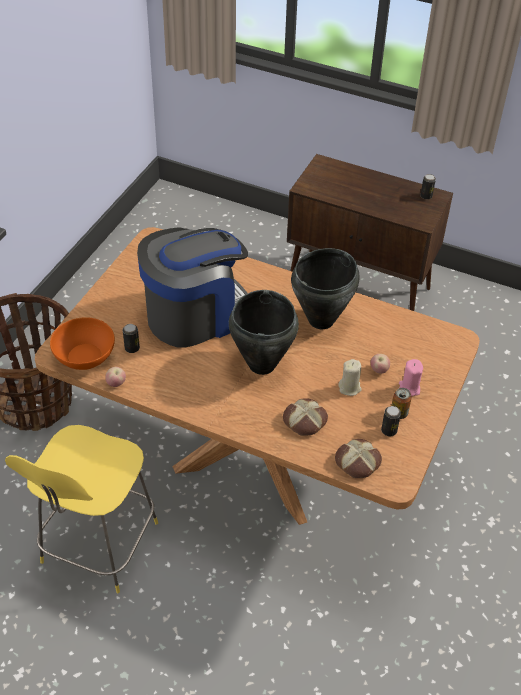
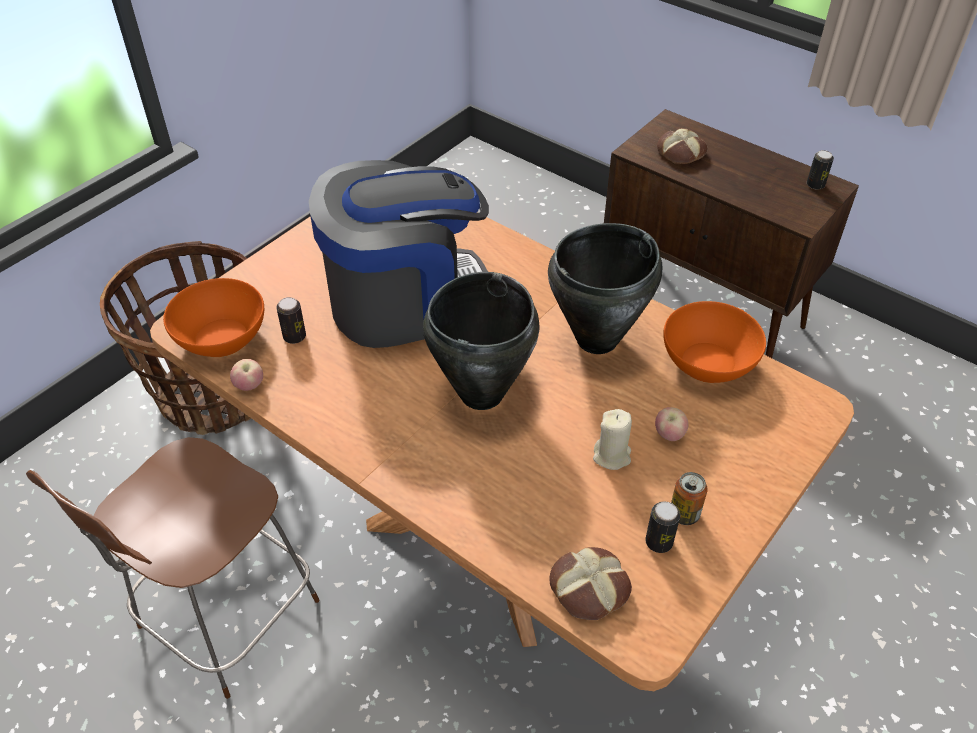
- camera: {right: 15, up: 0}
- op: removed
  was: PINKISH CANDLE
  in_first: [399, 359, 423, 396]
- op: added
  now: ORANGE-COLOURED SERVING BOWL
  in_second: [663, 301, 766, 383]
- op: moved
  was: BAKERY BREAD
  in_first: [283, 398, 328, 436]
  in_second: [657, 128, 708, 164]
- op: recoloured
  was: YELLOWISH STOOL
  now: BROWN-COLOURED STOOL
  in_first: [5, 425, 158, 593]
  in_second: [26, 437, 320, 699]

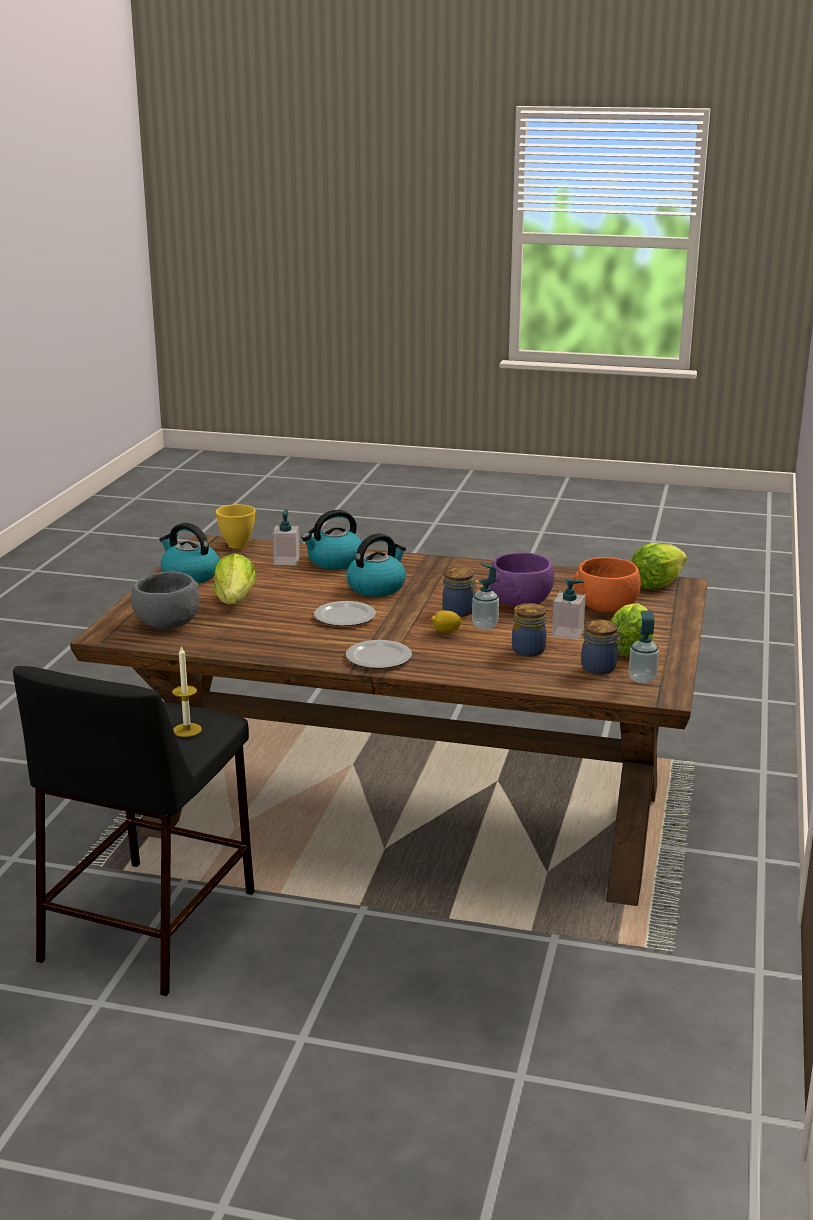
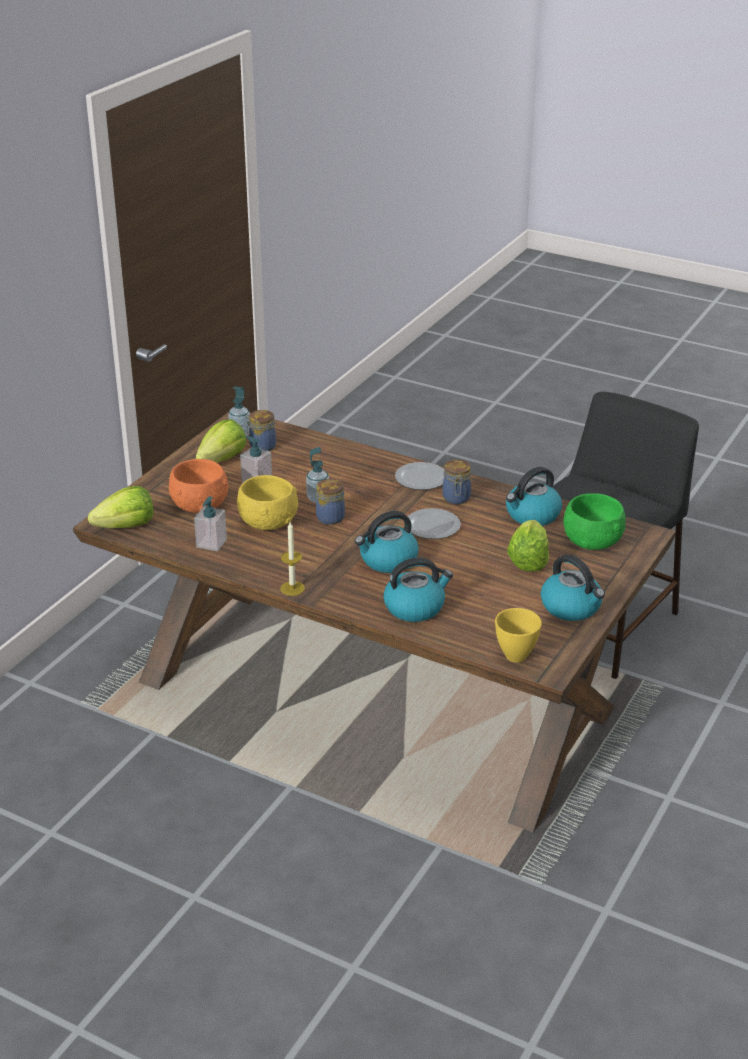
- camera: {right: -165, up: 10}
- op: removed
  was: CITRUS FRUIT
  in_first: [431, 611, 462, 633]
- op: added
  now: WATER KETTLE
  in_second: [506, 467, 562, 526]
- op: moved
  was: CANDLE
  in_first: [172, 645, 202, 737]
  in_second: [280, 522, 305, 596]
- op: moved
  was: LIQUID SOAP BOTTLE
  in_first: [272, 509, 300, 565]
  in_second: [194, 496, 227, 551]
- op: moved
  was: PRESERVE JAR
  in_first: [512, 603, 546, 657]
  in_second: [442, 459, 471, 504]
- op: recoloured
  was: GRAY SERVING BOWL
  now: GREENISH SERVING BOWL
  in_first: [131, 572, 200, 629]
  in_second: [563, 493, 626, 550]
- op: recoloured
  was: PURPLISH SERVING BOWL
  now: YELLOWISH SERVING BOWL
  in_first: [488, 552, 555, 607]
  in_second: [237, 475, 298, 530]

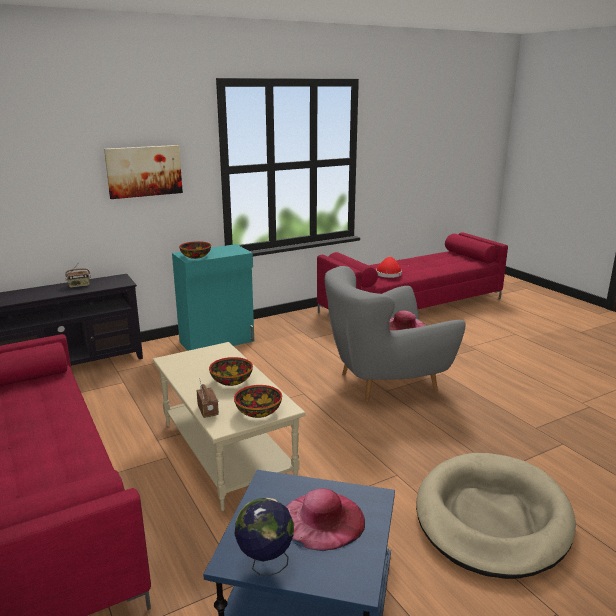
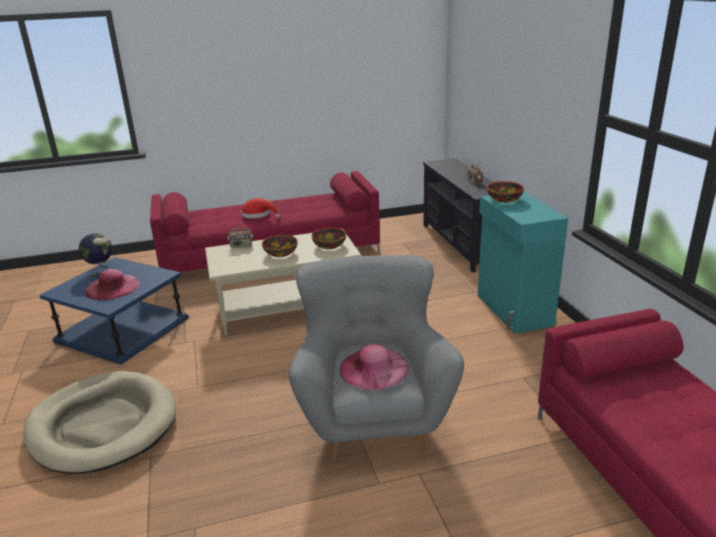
- camera: {right: 105, up: 5}
- op: removed
  was: WALL ART
  in_first: [104, 145, 183, 199]
- op: moved
  was: SERVING BOWL
  in_first: [234, 385, 282, 418]
  in_second: [311, 228, 346, 249]
- op: moved
  was: REDDISH CLOTHING HAT
  in_first: [376, 257, 402, 278]
  in_second: [241, 198, 280, 219]

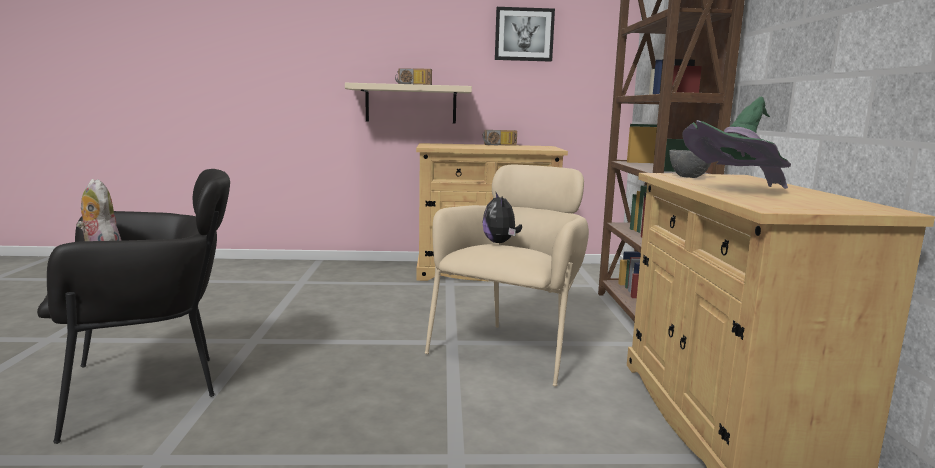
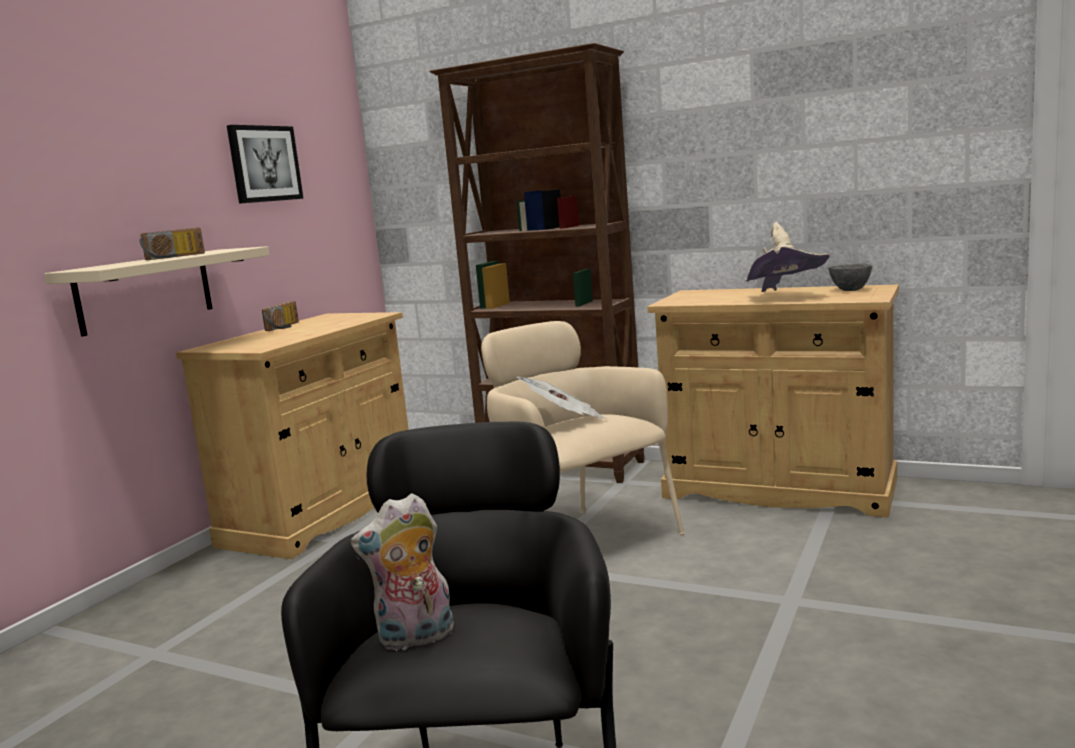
- camera: {right: -60, up: 0}
- op: moved
  was: GRAY SERVING BOWL
  in_first: [669, 150, 711, 178]
  in_second: [828, 263, 872, 291]
- op: replaced
  was: PLUSH TOY
  now: PRINTED PAPER
  in_first: [482, 193, 522, 243]
  in_second: [517, 377, 607, 419]
- op: recoloured
  was: GREENISH CLOTHING HAT
  now: BEIGE-COLOURED CLOTHING HAT
  in_first: [682, 96, 791, 189]
  in_second: [744, 222, 830, 292]

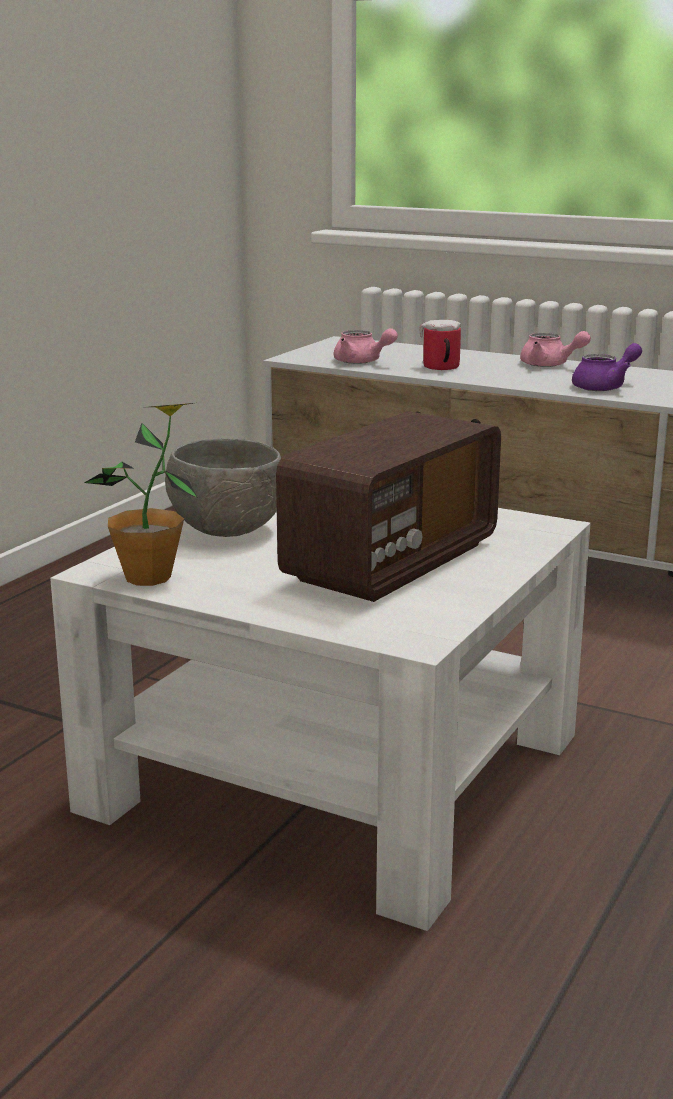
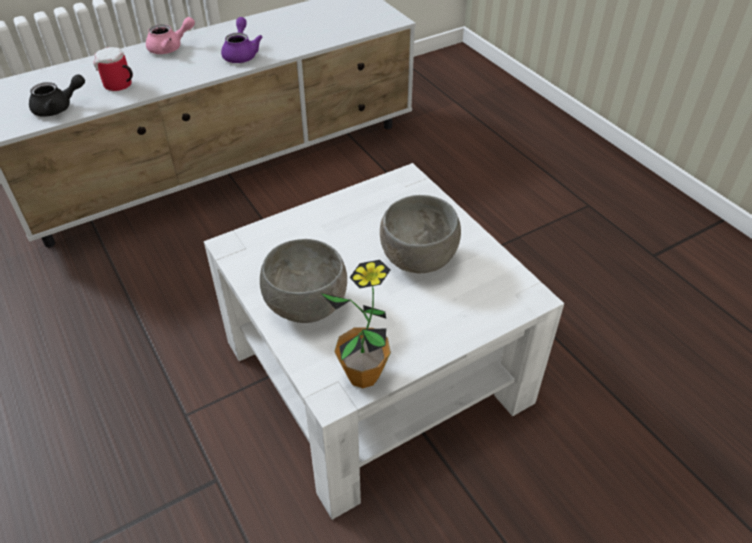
- camera: {right: -60, up: 25}
- op: replaced
  was: RADIO RECEIVER
  now: GRAY SERVING BOWL
  in_first: [276, 411, 501, 602]
  in_second: [380, 195, 461, 273]
- op: recoloured
  was: PINKISH TEA POT
  now: BLACK-COLOURED TEA POT
  in_first: [334, 328, 398, 364]
  in_second: [29, 74, 85, 116]

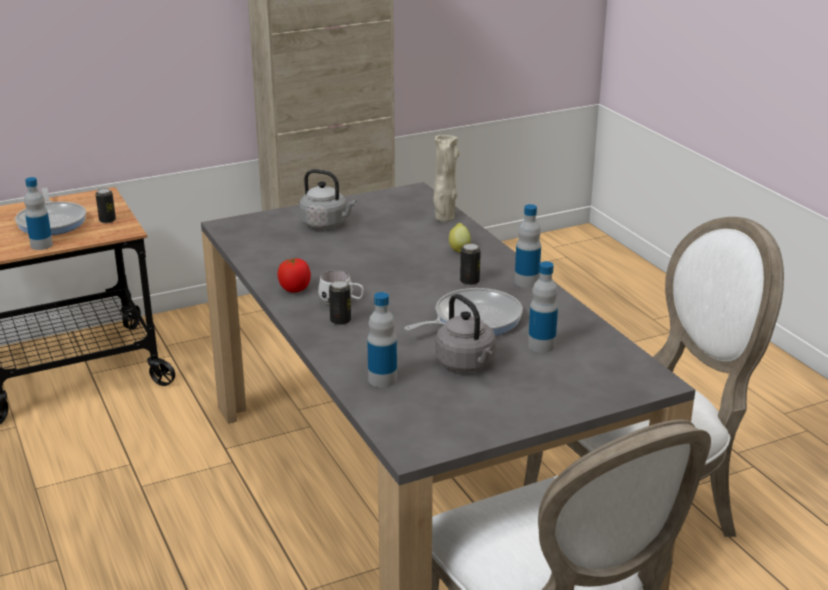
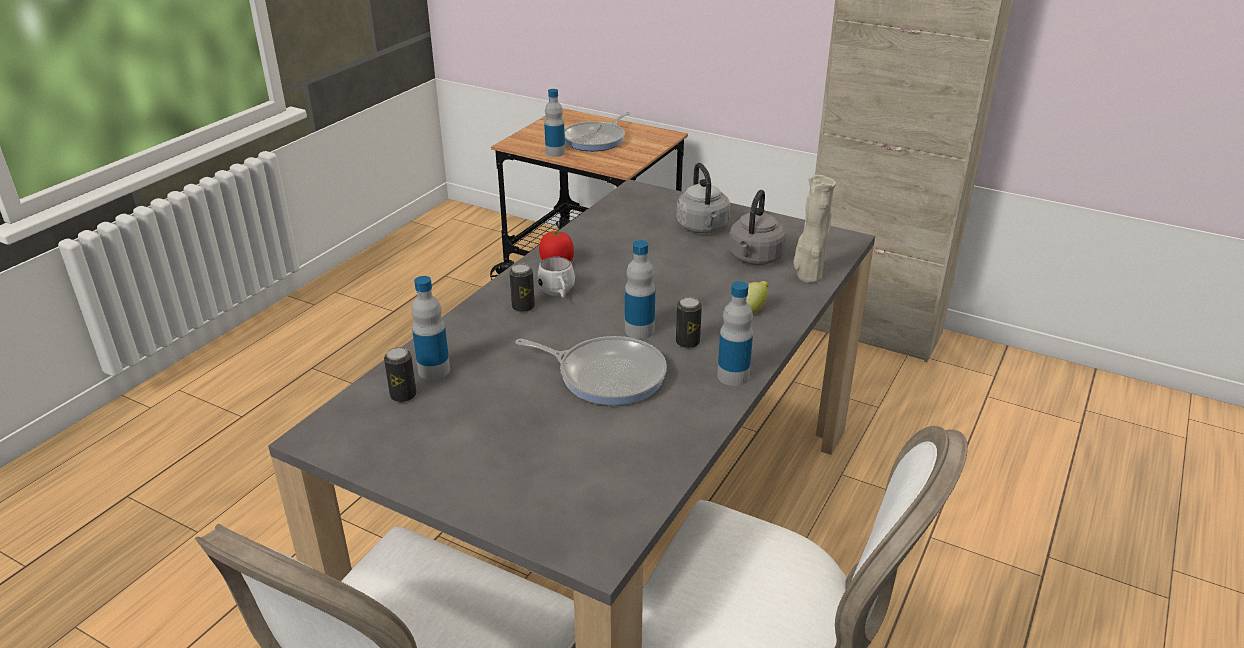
- camera: {right: 55, up: 5}
- op: moved
  was: METAL CAN
  in_first: [96, 188, 116, 223]
  in_second: [384, 347, 417, 402]
- op: moved
  was: GRAY WATER KETTLE
  in_first: [436, 294, 496, 372]
  in_second: [729, 190, 786, 265]
- op: moved
  was: BOTTLE
  in_first: [528, 261, 558, 353]
  in_second: [625, 240, 655, 339]

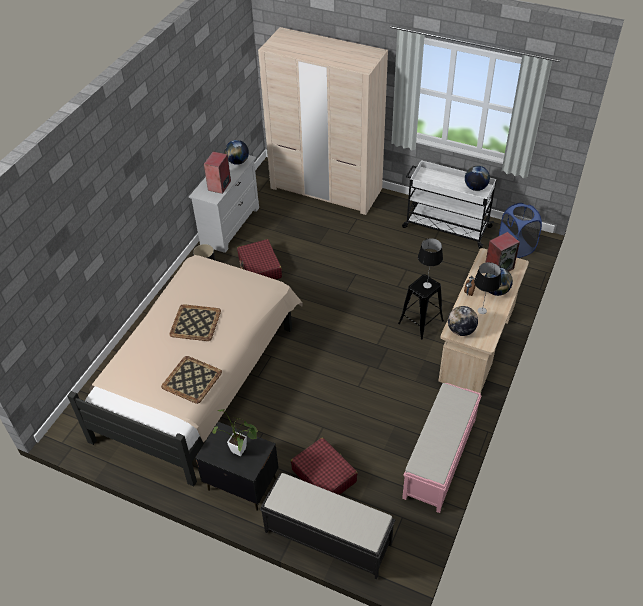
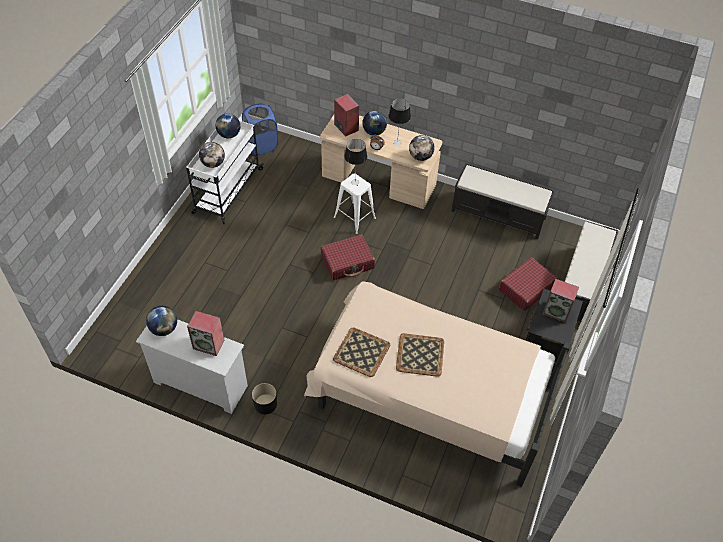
- camera: {right: -95, up: 5}
- op: removed
  was: BEIGE-COLOURED CLOTHES CUPBOARD
  in_first: [258, 27, 388, 215]
- op: added
  now: WORLD GLOBE
  in_second: [199, 142, 225, 168]
- op: moved
  was: CARRYING TRAY
  in_first: [161, 356, 222, 404]
  in_second: [333, 327, 390, 377]
- op: moved
  was: REDDISH PIECE OF LUGGAGE
  in_first: [237, 239, 282, 280]
  in_second: [321, 234, 375, 280]
- op: replaced
  was: POTTED PLANT
  now: LOUDSPEAKER
  in_first: [212, 409, 259, 456]
  in_second: [542, 279, 579, 323]
- op: recoloured
  was: BLACK-COLOURED STOOL
  now: WHITE STOOL
  in_first: [398, 274, 444, 340]
  in_second: [334, 174, 376, 234]
- op: recoloured
  was: PINKISH BENCH
  now: BLACK-COLOURED BENCH
  in_first: [402, 383, 481, 513]
  in_second: [452, 164, 554, 239]

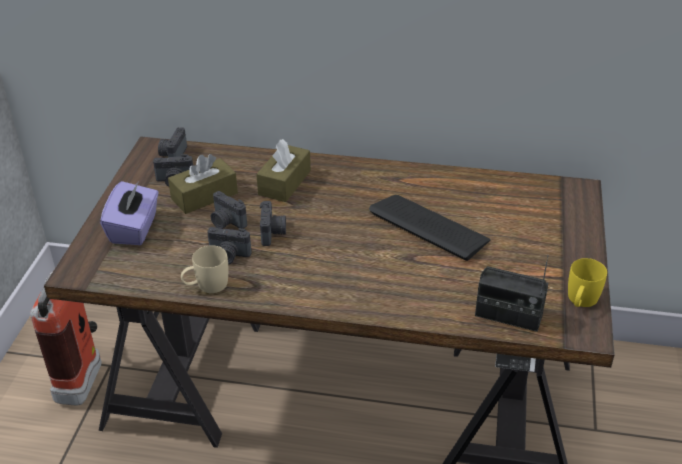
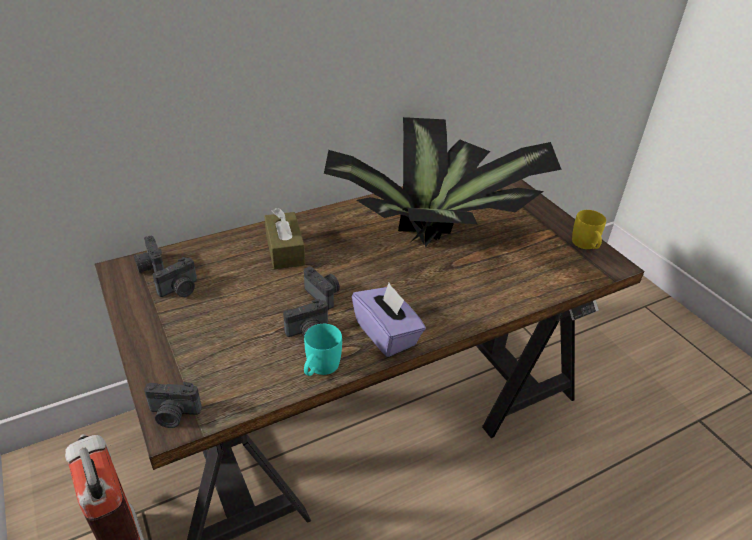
- camera: {right: -40, up: 0}
- op: removed
  was: BROWN-COLOURED BOX OF TISSUES
  in_first: [168, 154, 238, 214]
- op: removed
  was: RADIO RECEIVER
  in_first: [475, 255, 549, 332]
- op: moved
  was: PURPLISH BOX OF TISSUES
  in_first: [100, 181, 159, 245]
  in_second: [352, 283, 426, 357]
- op: moved
  was: STILL CAMERA
  in_first: [211, 191, 247, 229]
  in_second: [144, 382, 202, 428]
- op: replaced
  was: PC KEYBOARD
  now: POTTED PLANT
  in_first: [369, 195, 491, 261]
  in_second: [324, 117, 562, 247]
- op: recoloured
  was: BEIGE-COLOURED COFFEE MUG
  now: TURQUOISE-COLOURED COFFEE MUG
  in_first: [181, 245, 228, 293]
  in_second: [304, 324, 342, 376]

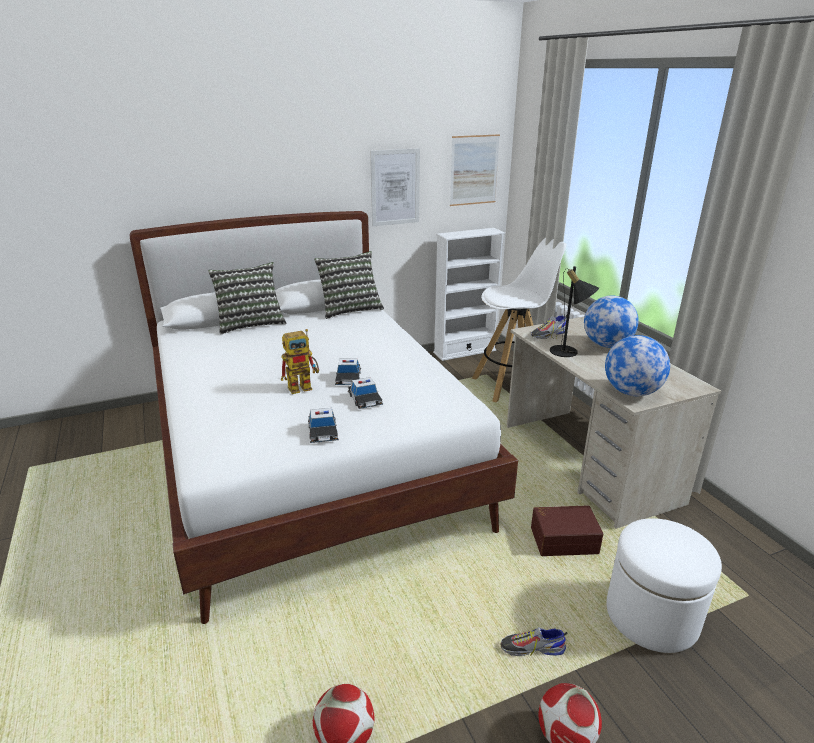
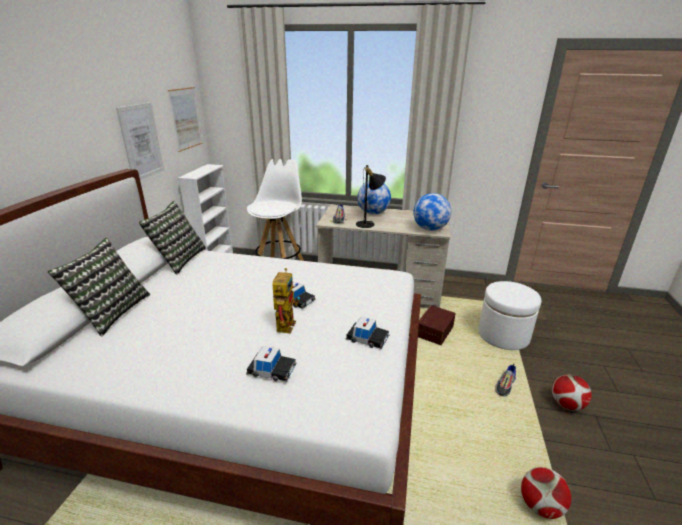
- camera: {right: -55, up: 0}
- op: moved
  was: MINIATURE CAR
  in_first: [348, 377, 383, 409]
  in_second: [246, 346, 297, 382]

